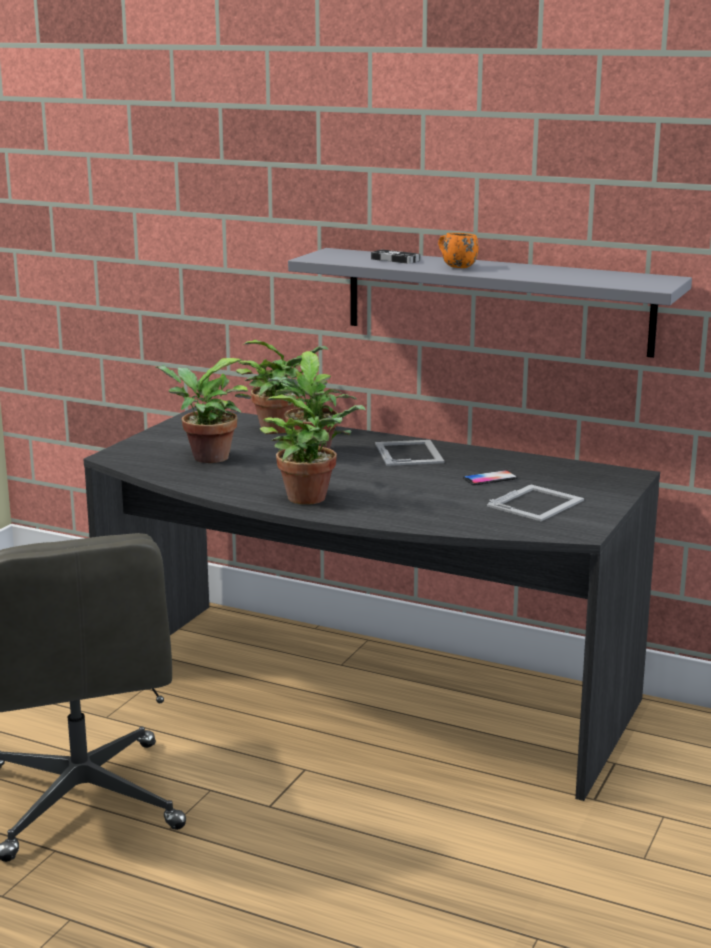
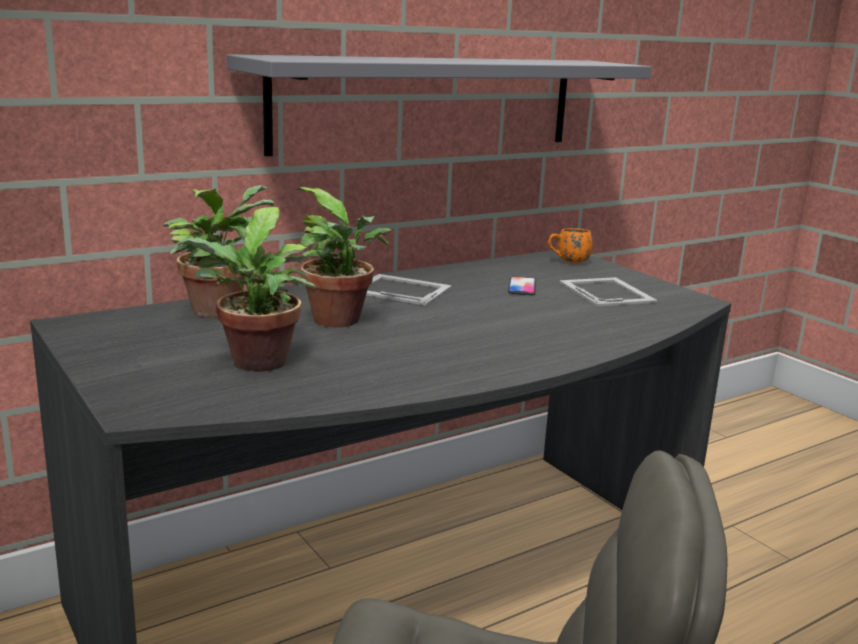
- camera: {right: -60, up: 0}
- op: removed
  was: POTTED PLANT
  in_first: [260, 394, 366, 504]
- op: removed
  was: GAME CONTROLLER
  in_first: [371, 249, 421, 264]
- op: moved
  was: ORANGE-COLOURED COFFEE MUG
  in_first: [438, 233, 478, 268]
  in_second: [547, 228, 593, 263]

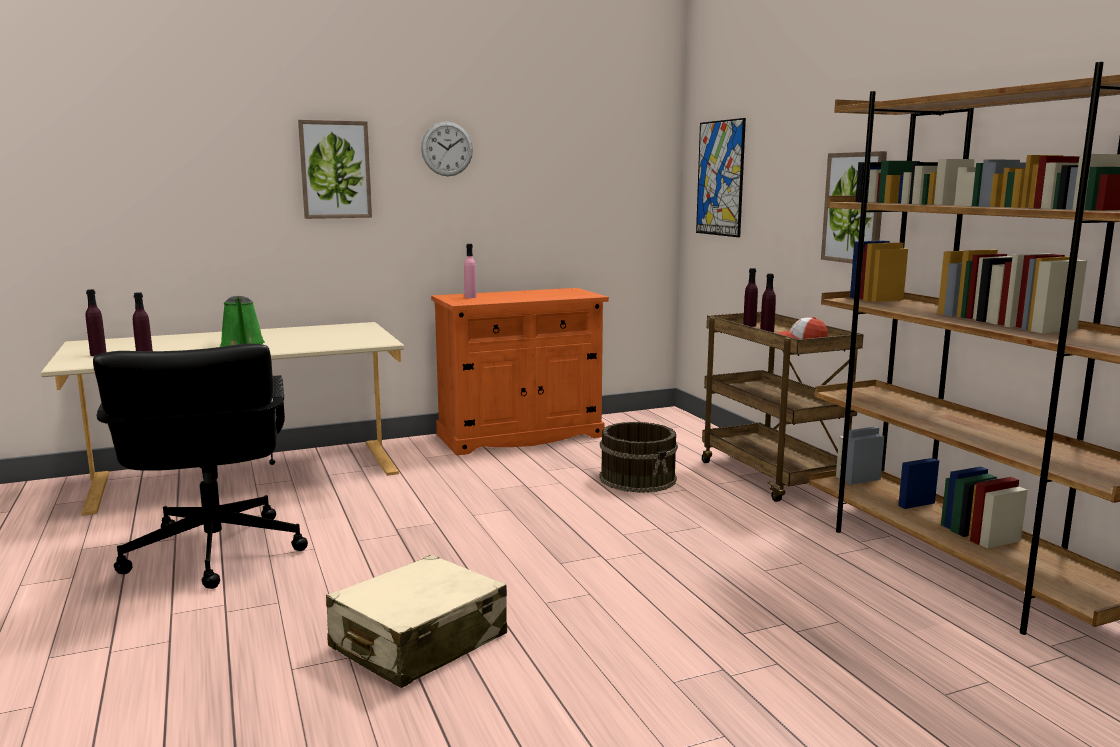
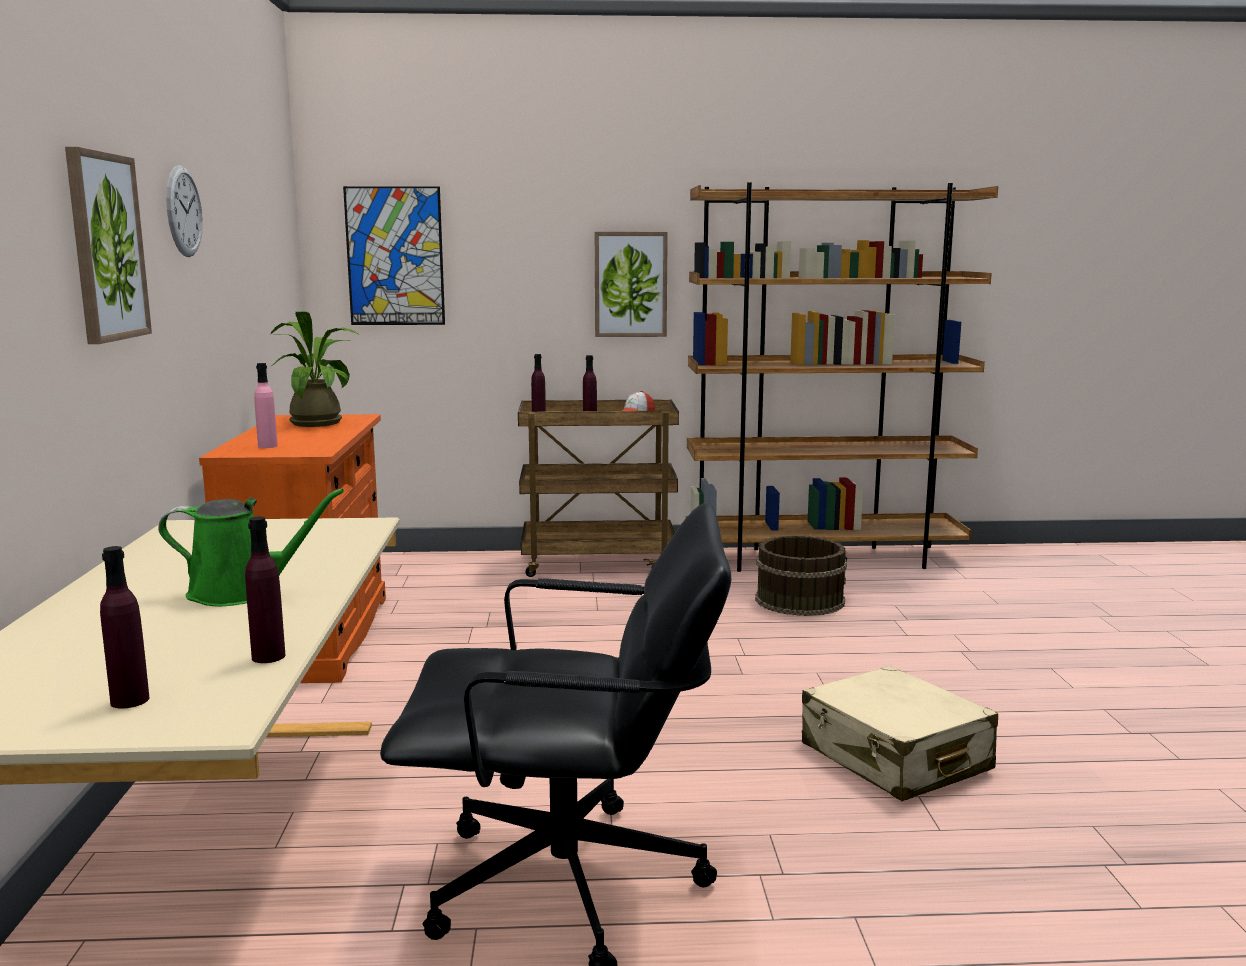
- camera: {right: -70, up: 0}
- op: added
  now: POTTED PLANT
  in_second: [271, 311, 358, 427]
- op: moved
  was: BROWN-COLOURED PAIL
  in_first: [599, 422, 678, 493]
  in_second: [755, 536, 847, 616]

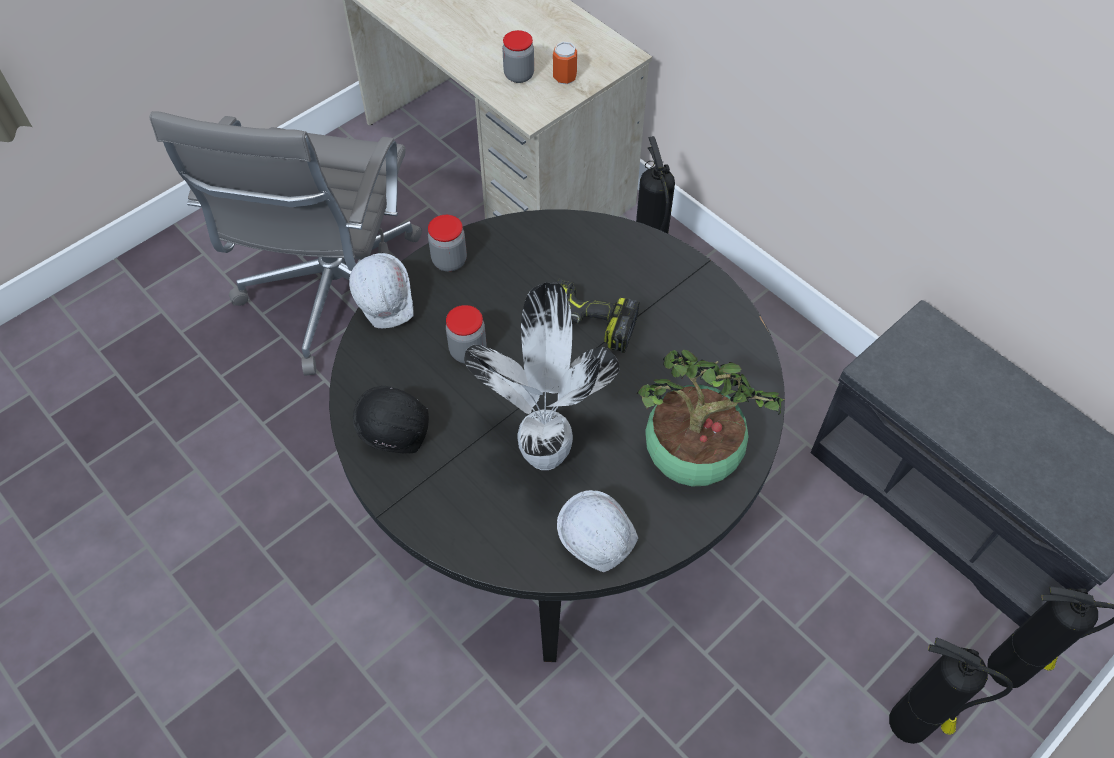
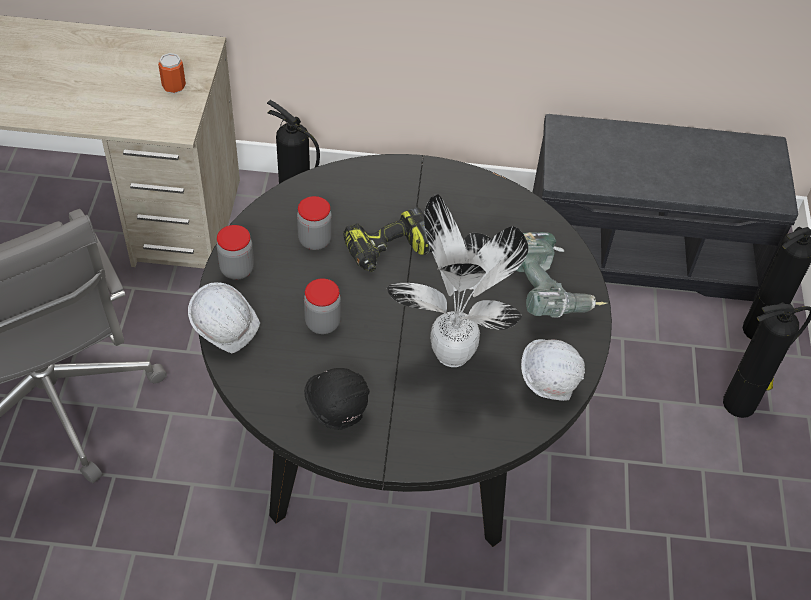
- camera: {right: -45, up: -5}
- op: moved
  was: PRESERVE JAR
  in_first: [502, 30, 534, 83]
  in_second: [297, 196, 332, 250]
- op: replaced
  was: POTTED PLANT
  now: DRILL
  in_first: [637, 350, 785, 486]
  in_second: [516, 232, 607, 318]

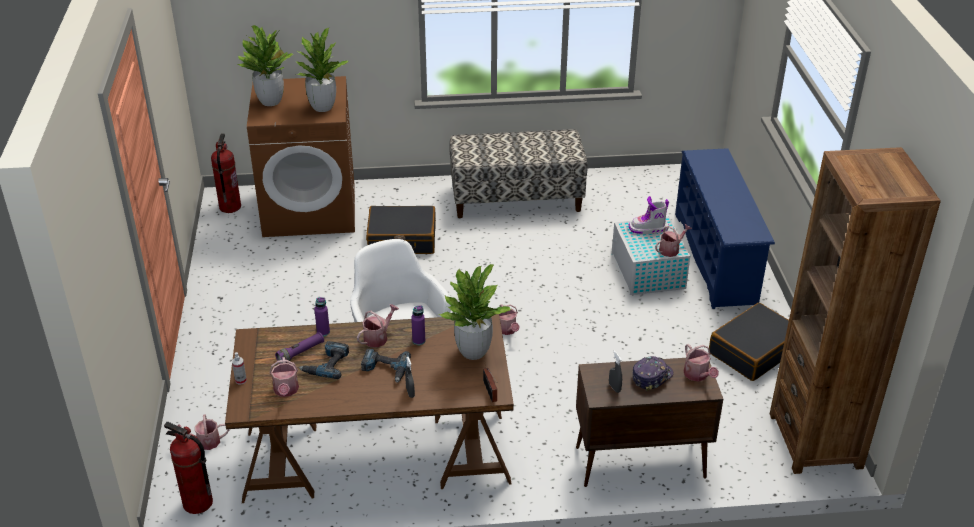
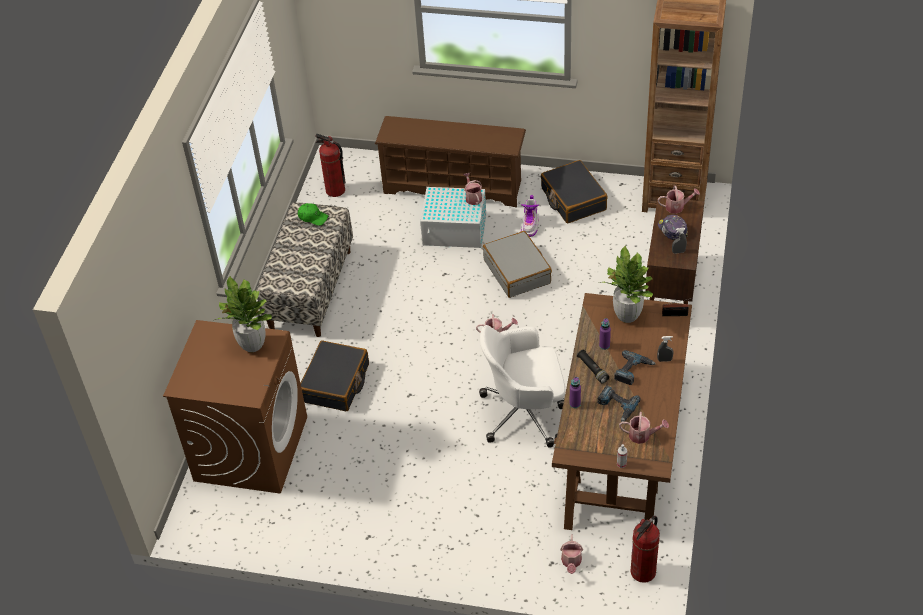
- camera: {right: -70, up: 10}
- op: removed
  was: POTTED PLANT
  in_first: [238, 25, 294, 106]
- op: removed
  was: PURPLISH TORCH
  in_first: [275, 332, 324, 363]
- op: added
  now: GREENISH BASEBALL CAP
  in_second: [298, 203, 328, 226]
- op: added
  now: GRAY PIECE OF LUGGAGE
  in_second: [483, 231, 552, 298]
- op: moved
  was: FIRE EXTINGUISHER
  in_first: [211, 133, 241, 213]
  in_second: [315, 134, 346, 197]
- op: moved
  was: BOOT
  in_first: [629, 196, 669, 234]
  in_second: [521, 195, 539, 237]
- op: replaced
  was: WATERING CAN
  now: BLACK-COLOURED TORCH
  in_first: [357, 304, 399, 348]
  in_second: [577, 350, 609, 383]
- op: recoloured
  was: BLUE-COLOURED SHOE RACK
  now: BROWN-COLOURED SHOE RACK
  in_first: [675, 148, 775, 309]
  in_second: [375, 116, 526, 207]

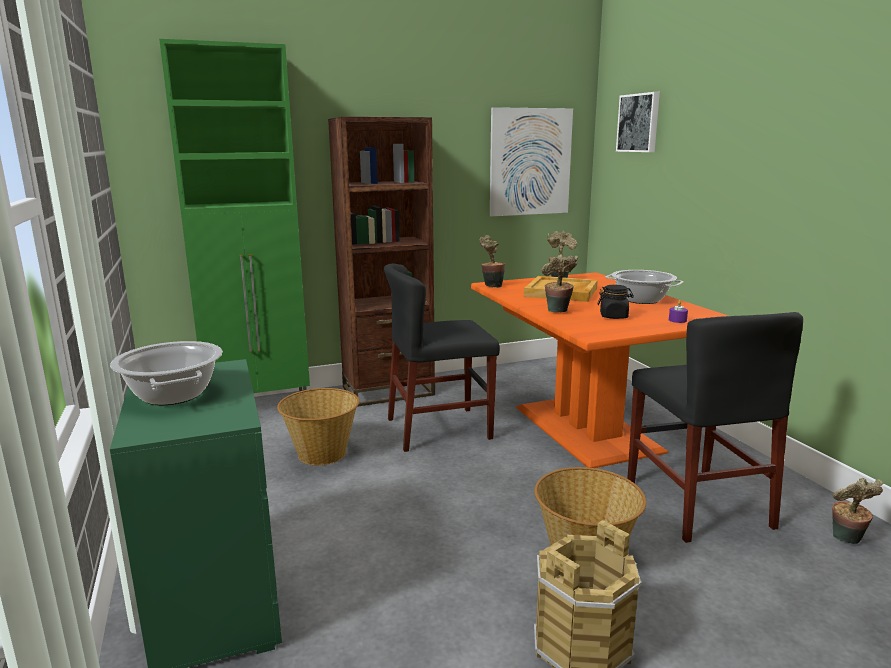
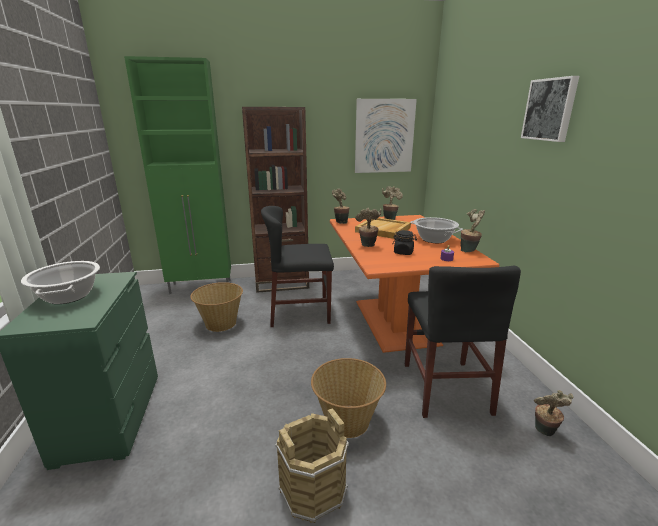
- camera: {right: 10, up: 5}
- op: added
  now: POTTED PLANT
  in_second: [460, 209, 485, 252]
- op: moved
  was: WALL ART
  in_first: [616, 92, 660, 152]
  in_second: [521, 76, 579, 142]

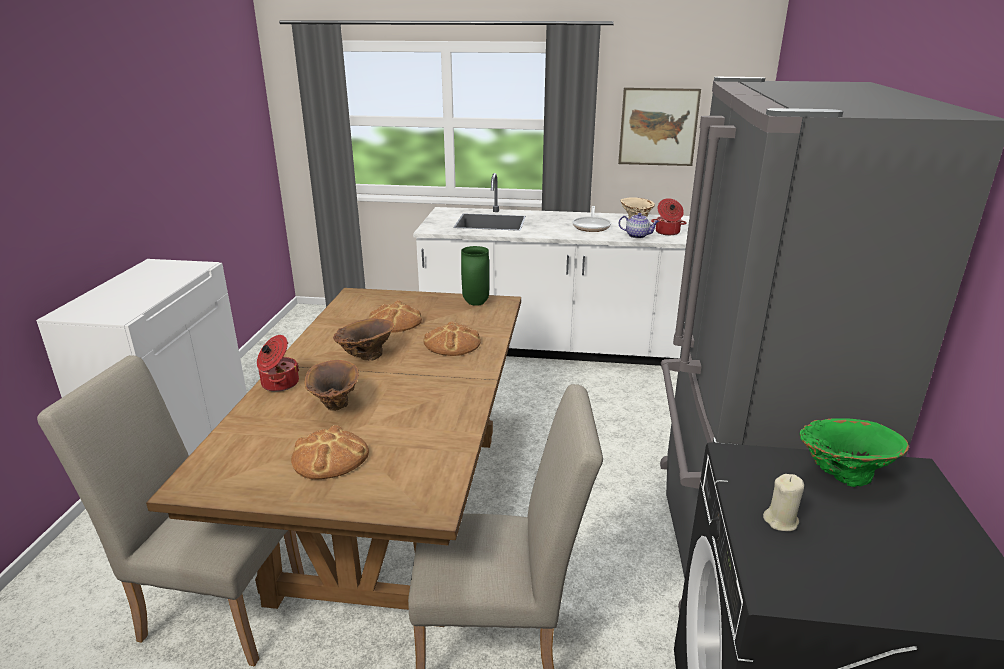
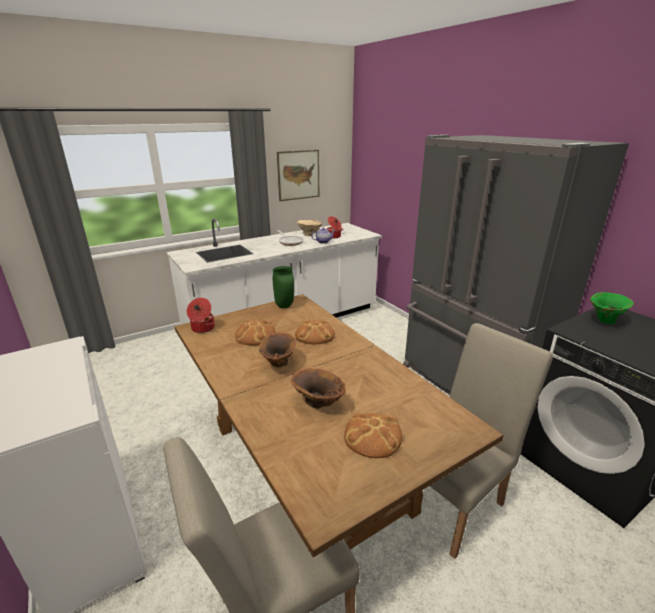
- camera: {right: -40, up: 0}
- op: removed
  was: BEIGE-COLOURED CANDLE
  in_first: [763, 474, 804, 531]
- op: moved
  was: COOKING POT
  in_first: [257, 335, 299, 392]
  in_second: [187, 298, 215, 333]

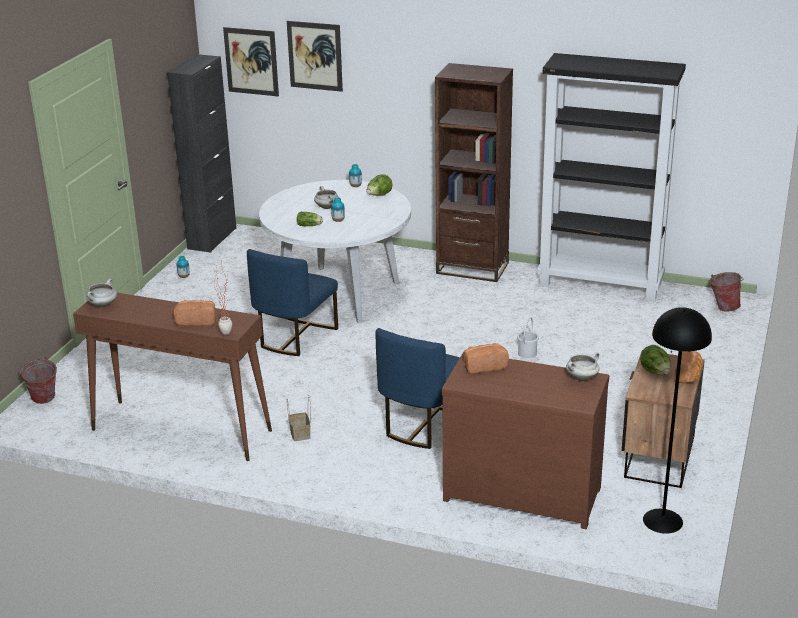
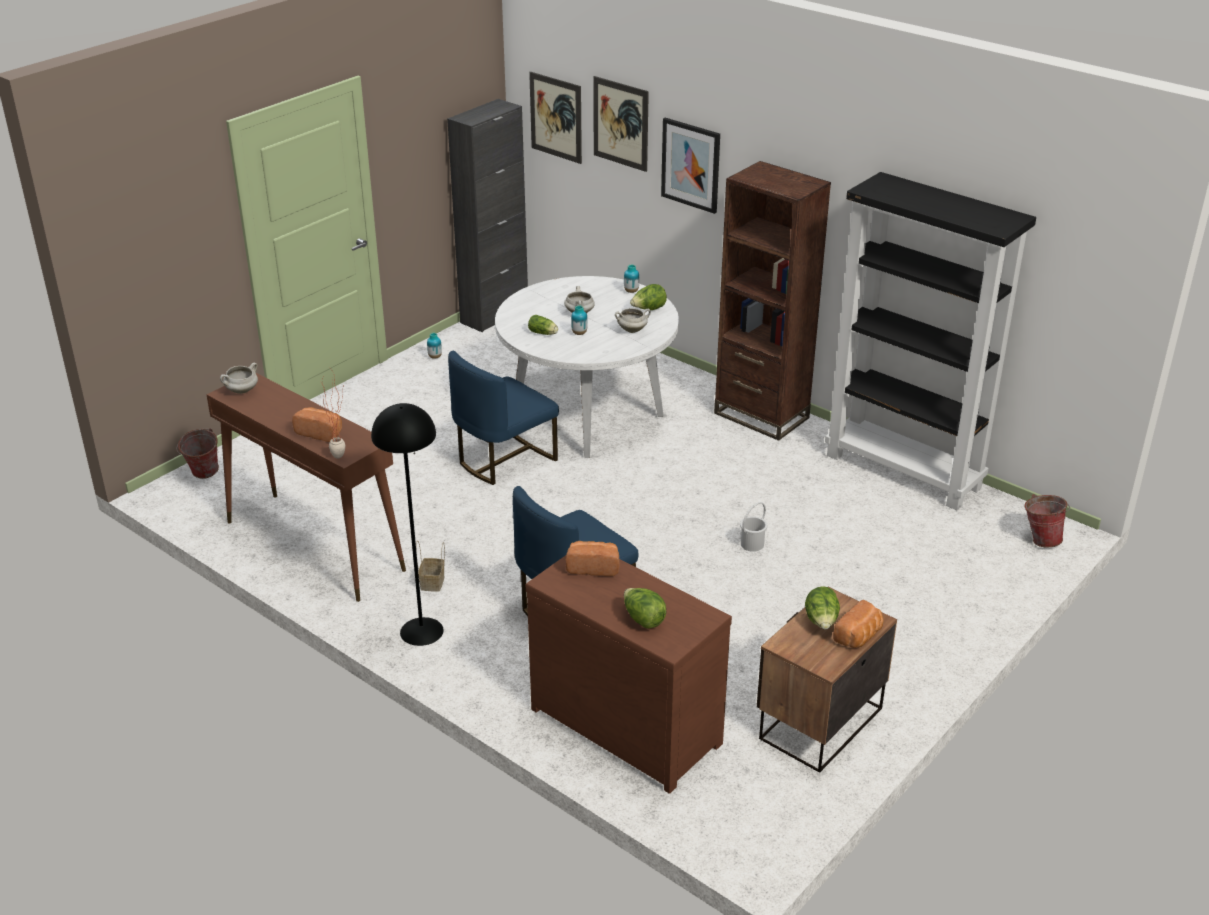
- camera: {right: 20, up: 5}
- op: added
  now: LETTUCE
  in_second: [624, 588, 667, 629]
- op: added
  now: WALL ART
  in_second: [661, 118, 720, 214]
- op: moved
  was: WHITE COOKING POT
  in_first: [566, 352, 600, 381]
  in_second: [615, 308, 651, 333]
- op: moved
  was: BLACK-COLOURED STANDING LAMP
  in_first: [643, 307, 712, 534]
  in_second: [371, 403, 444, 646]

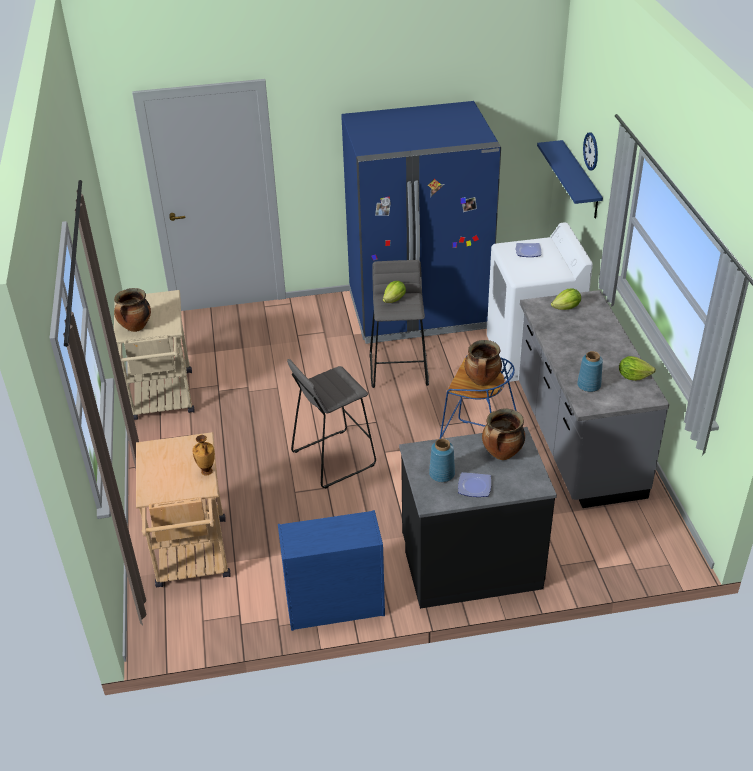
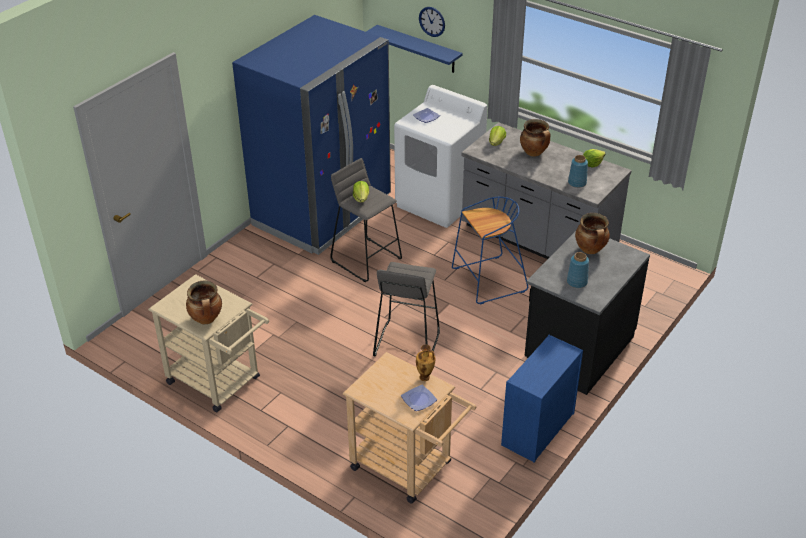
- camera: {right: -45, up: 0}
- op: moved
  was: PLATE
  in_first: [458, 472, 491, 497]
  in_second: [401, 385, 437, 411]
- op: moved
  was: COOKING POT
  in_first: [464, 340, 502, 386]
  in_second: [520, 119, 551, 157]

